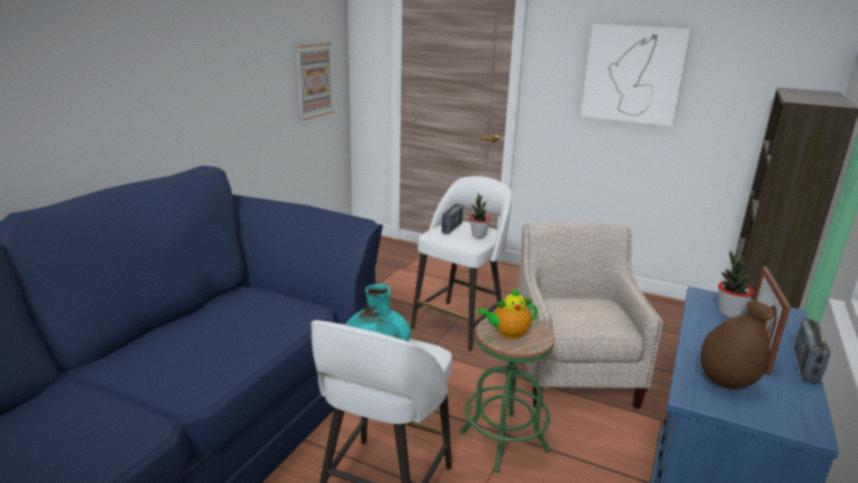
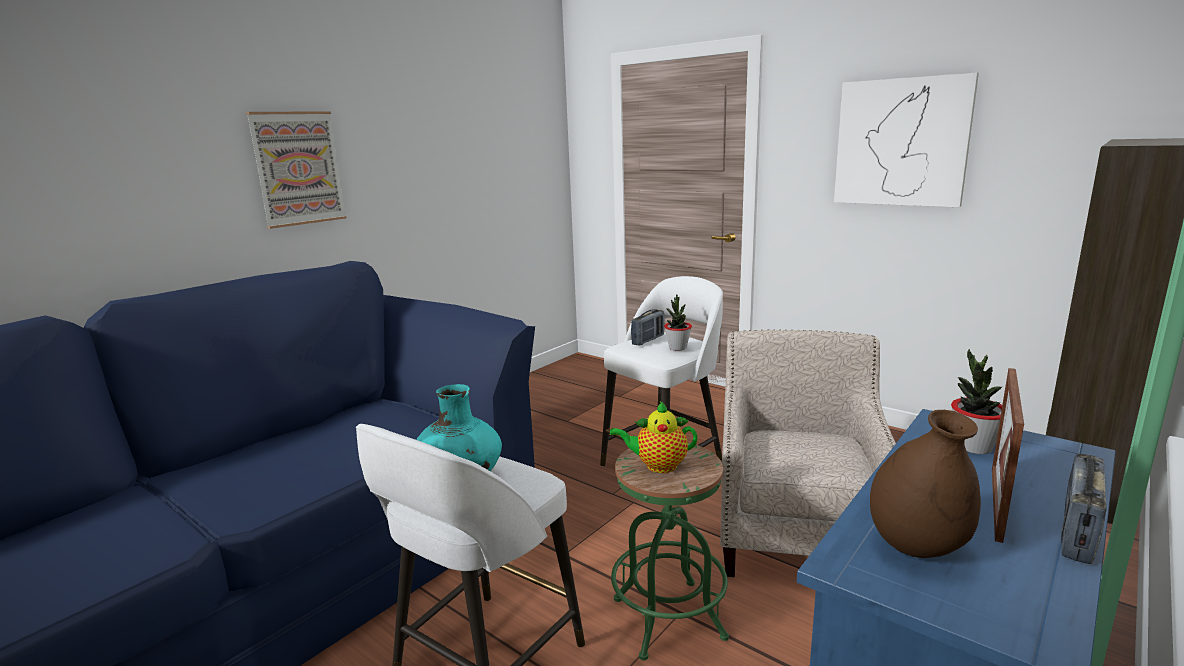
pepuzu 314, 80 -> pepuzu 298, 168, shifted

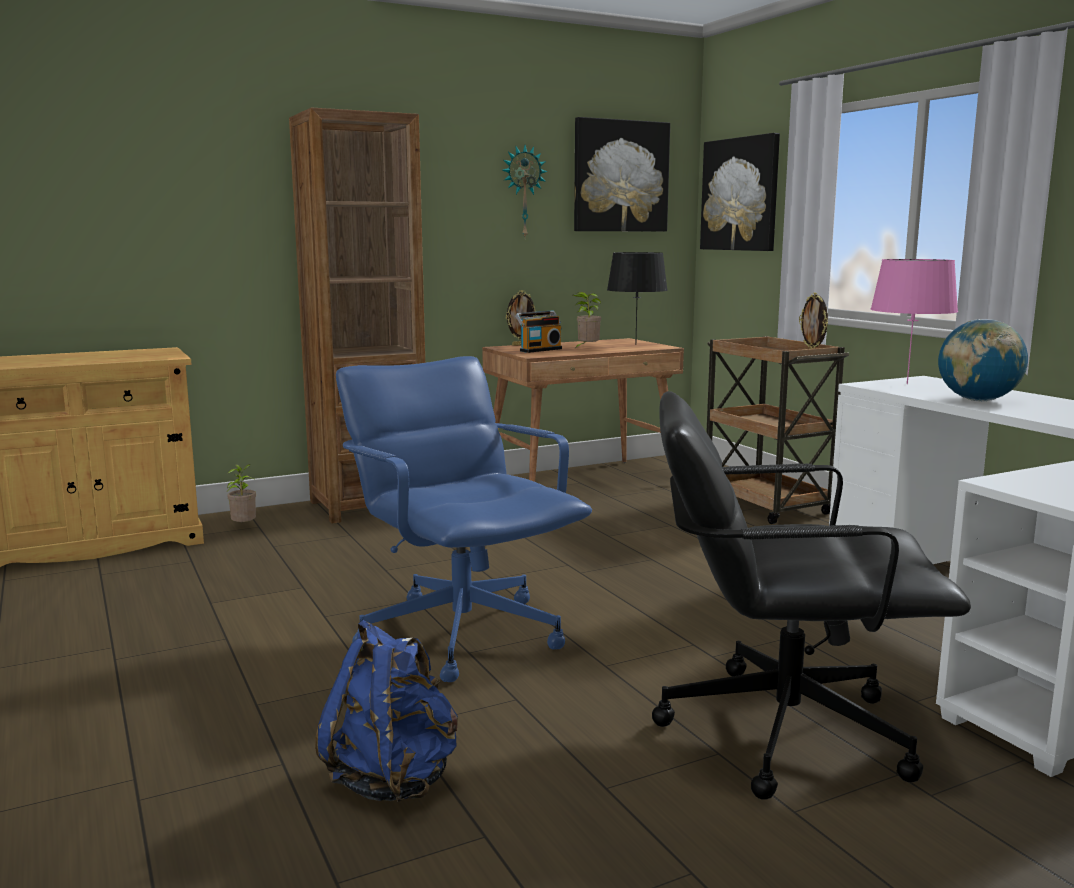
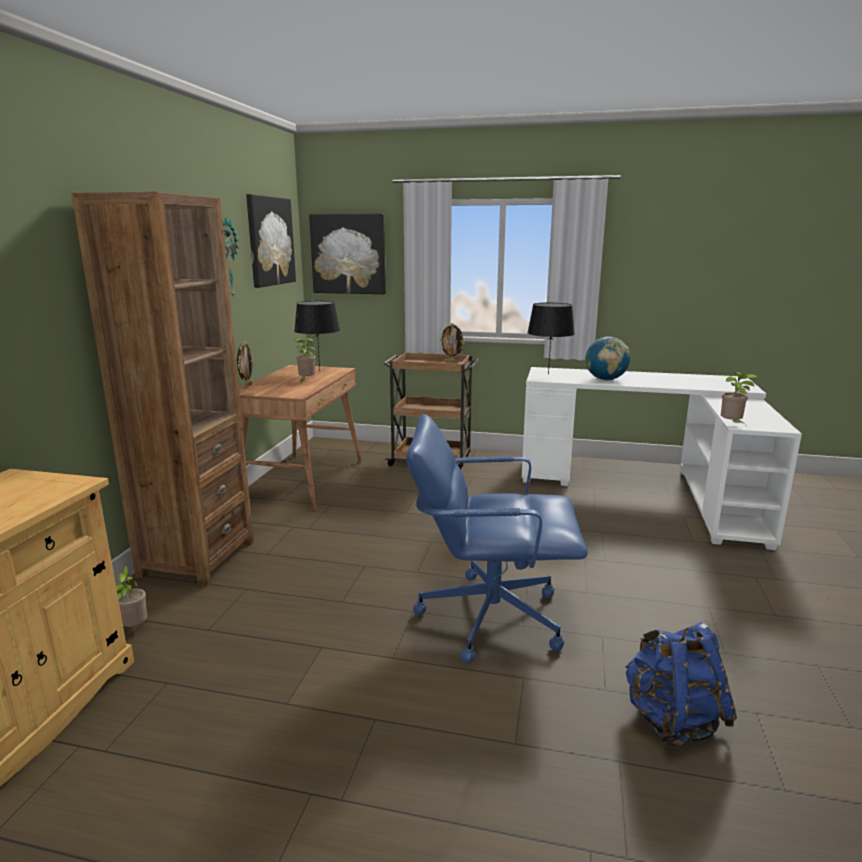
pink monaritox 907, 384 -> black monaritox 548, 374
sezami 539, 350 -> none
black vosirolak 781, 729 -> none
none -> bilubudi 732, 425

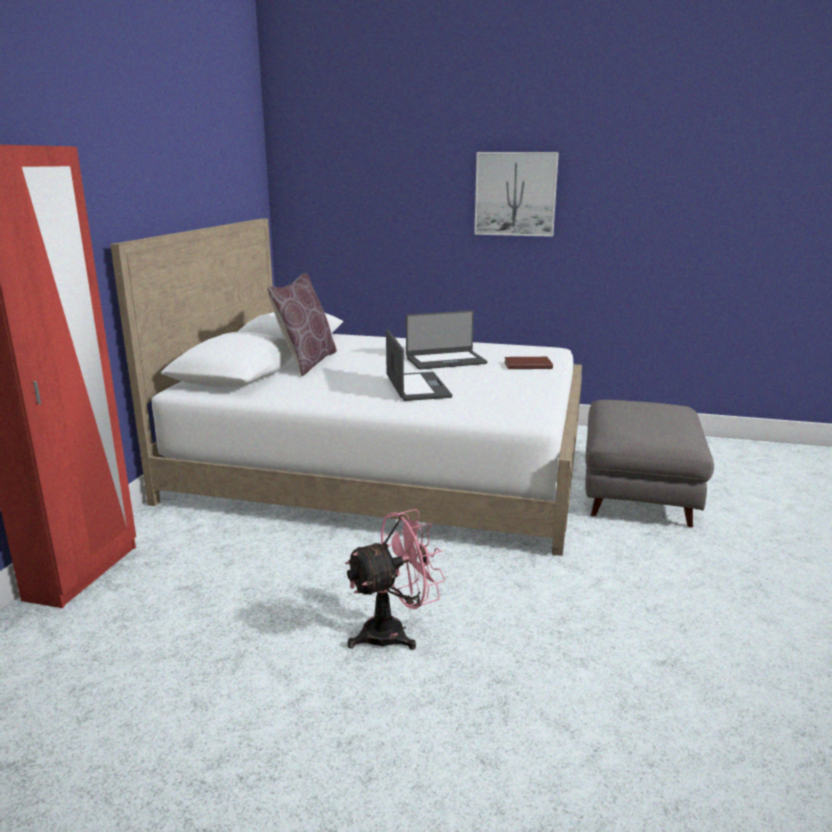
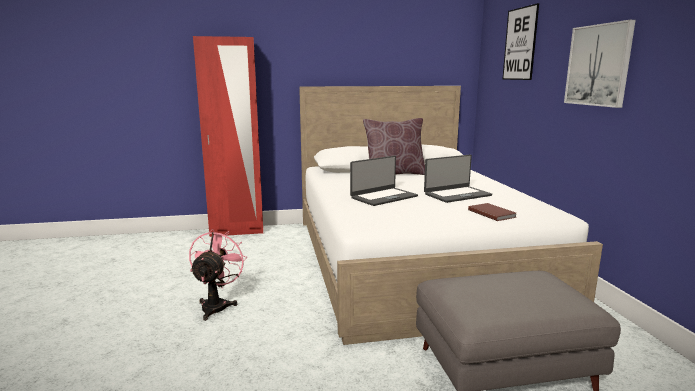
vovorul 445, 360 -> vovorul 457, 194, 75 degrees counterclockwise
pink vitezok 394, 632 -> pink vitezok 217, 305, 120 degrees counterclockwise
none -> pepuzu 520, 44

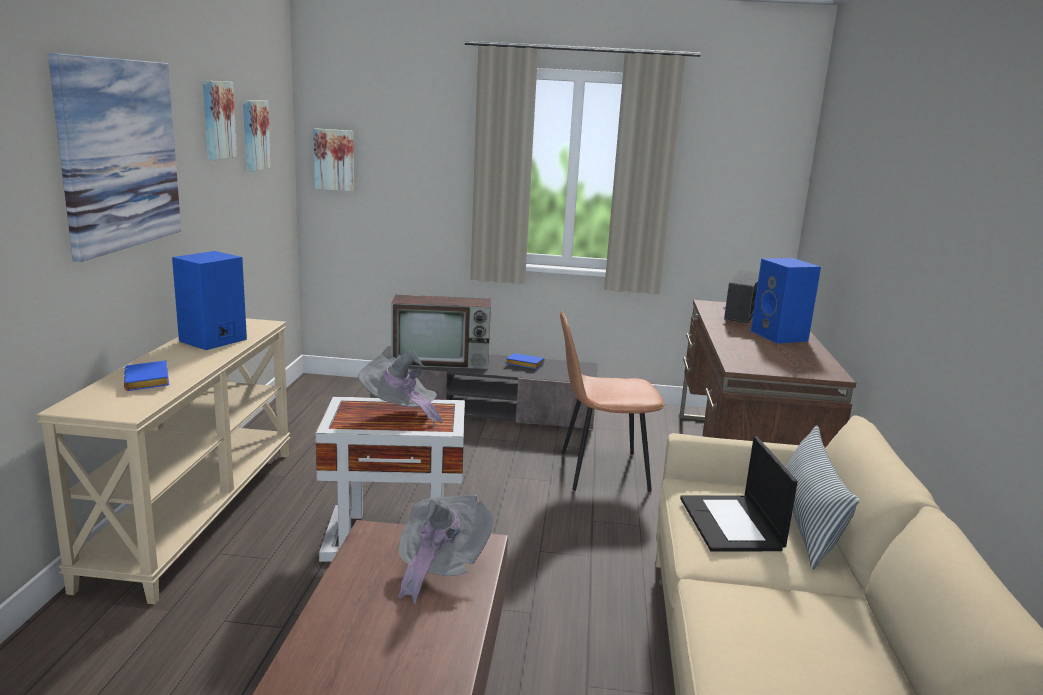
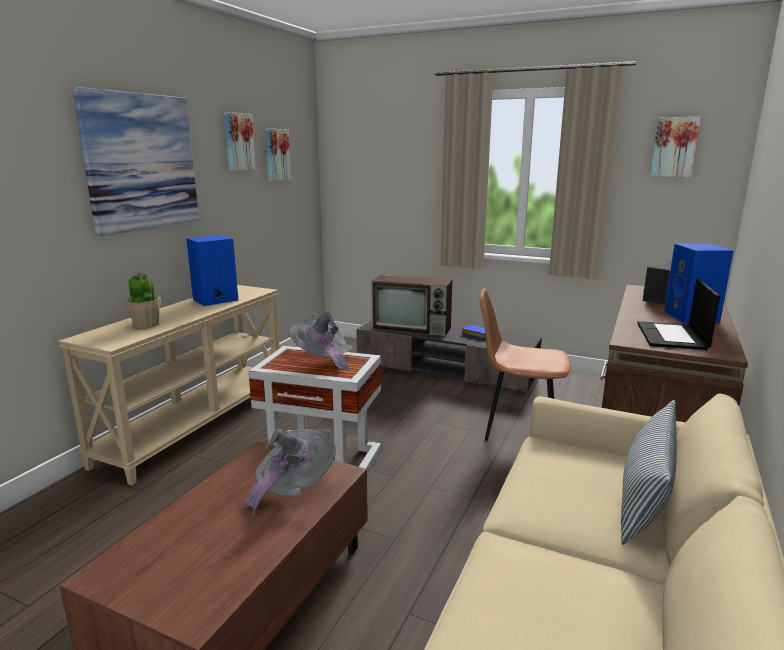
pepuzu 334, 159 -> pepuzu 674, 147, shifted
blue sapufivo 149, 381 -> bilubudi 146, 324
vovorul 732, 524 -> vovorul 672, 336, shifted

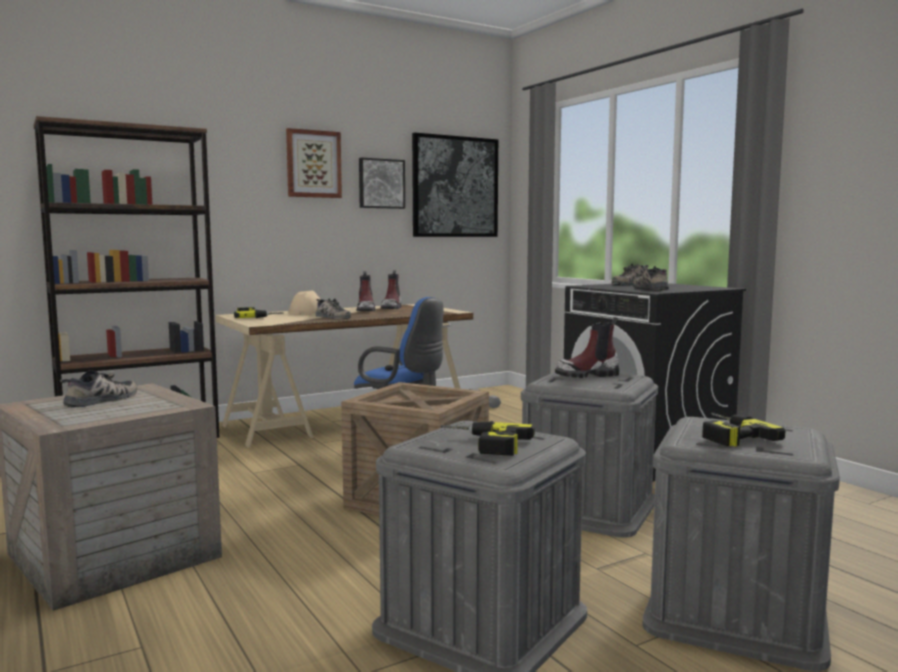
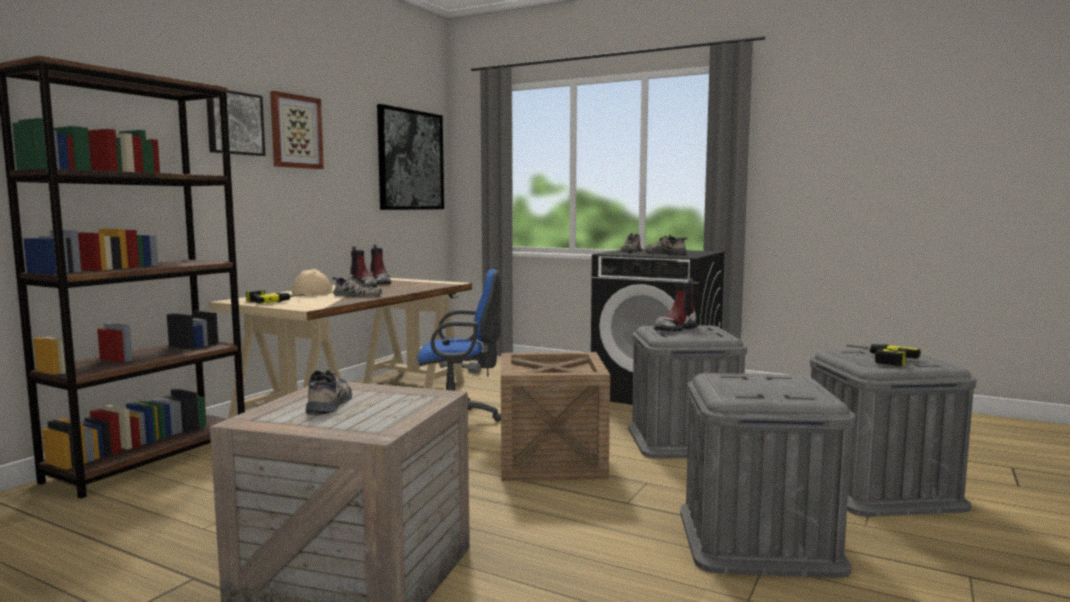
pepuzu 381, 183 -> pepuzu 234, 123, shifted
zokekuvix 482, 444 -> none

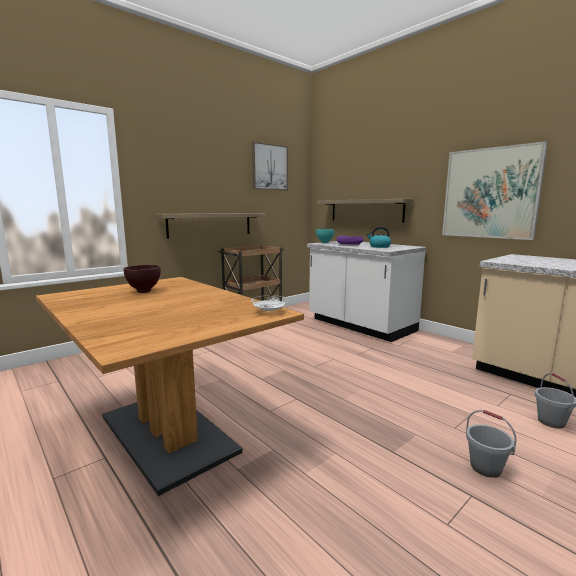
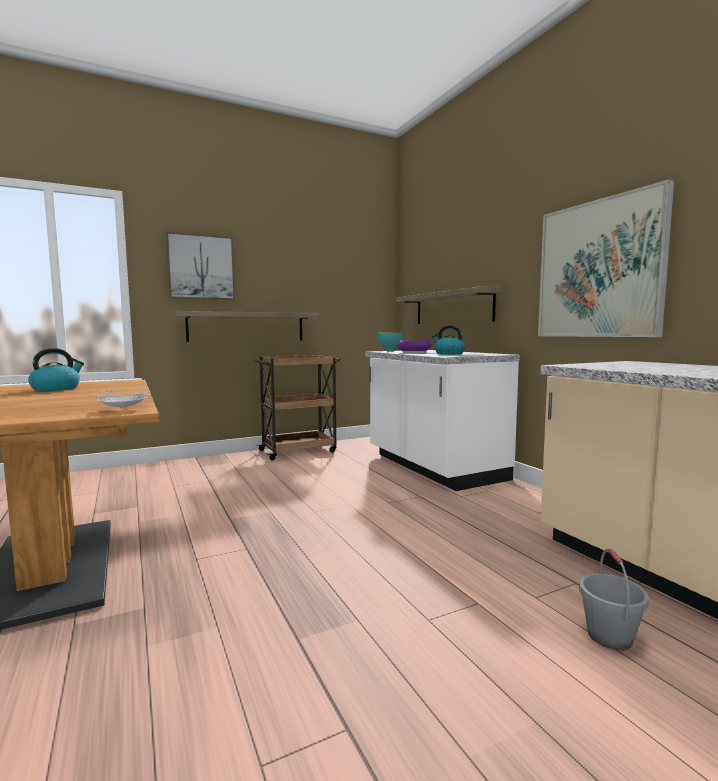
pepuzu 269, 167 -> pepuzu 201, 267, shifted
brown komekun 143, 292 -> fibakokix 56, 389
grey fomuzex 485, 467 -> none

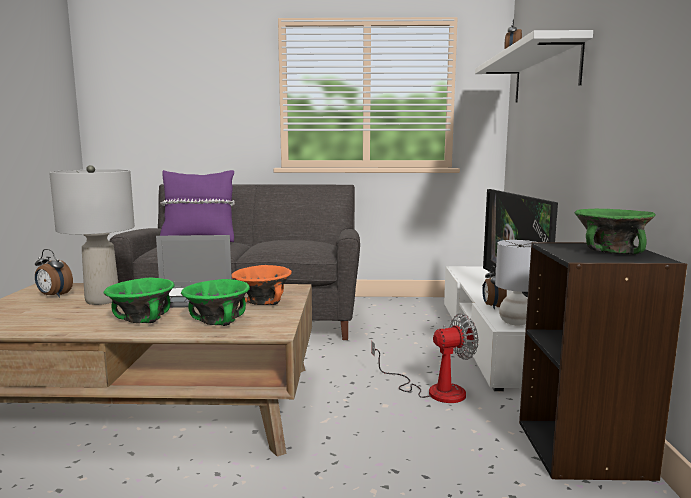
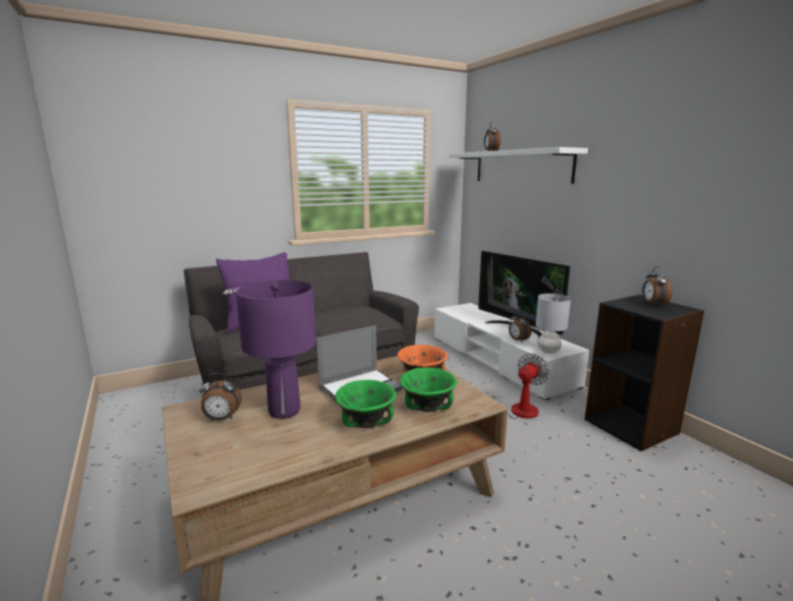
grey monaritox 103, 300 -> purple monaritox 284, 410
green komekun 611, 251 -> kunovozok 653, 304

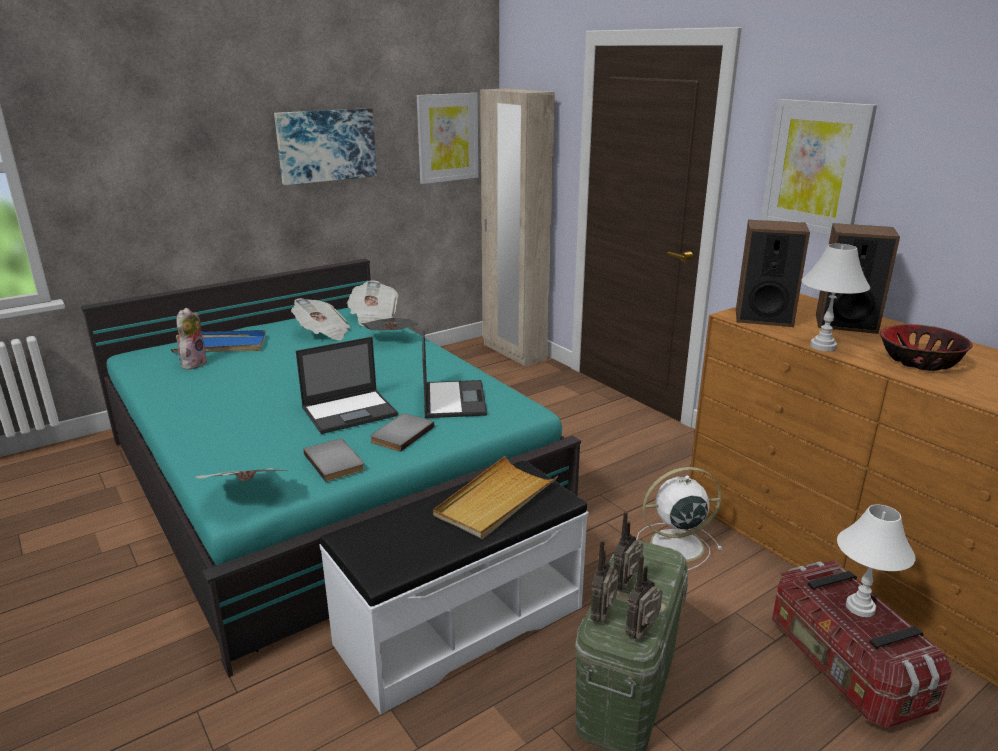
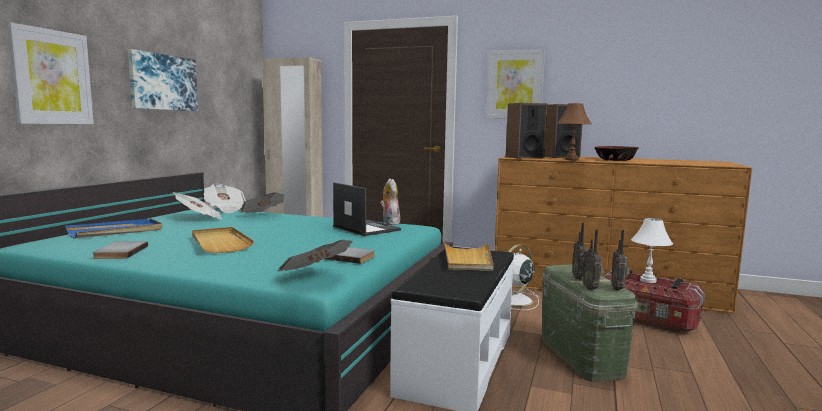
pepuzu 447, 138 -> pepuzu 52, 77, shifted
white monaritox 823, 346 -> brown monaritox 572, 159
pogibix 193, 363 -> pogibix 389, 223, shifted
vovorul 350, 411 -> none
grey sapufivo 400, 434 -> grey sapufivo 119, 252, shifted
none -> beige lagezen 220, 242

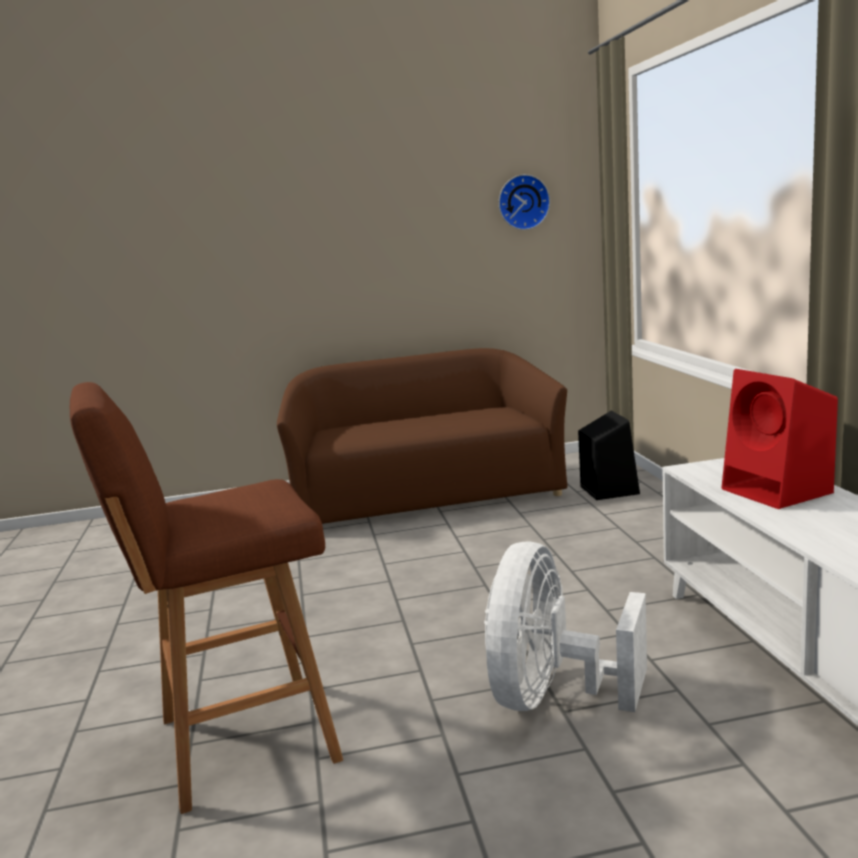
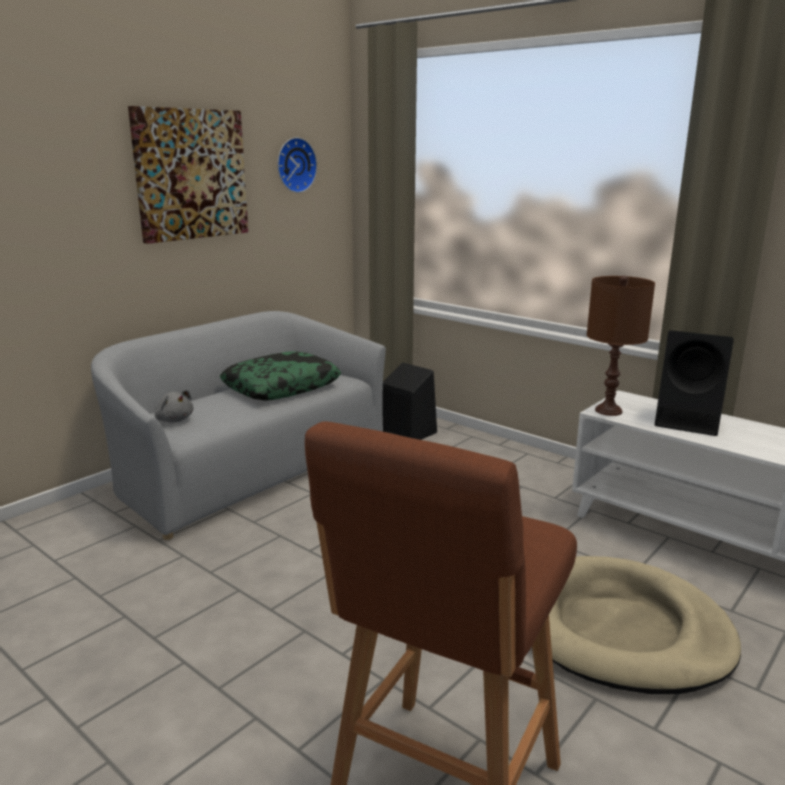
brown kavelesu 424, 495 -> grey kavelesu 247, 468
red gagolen 779, 491 -> black gagolen 690, 421
white vitezok 552, 697 -> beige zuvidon 620, 630
none -> pepuzu 190, 174
none -> brown monaritox 609, 411
none -> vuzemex 281, 387
none -> grey pogibix 174, 420

